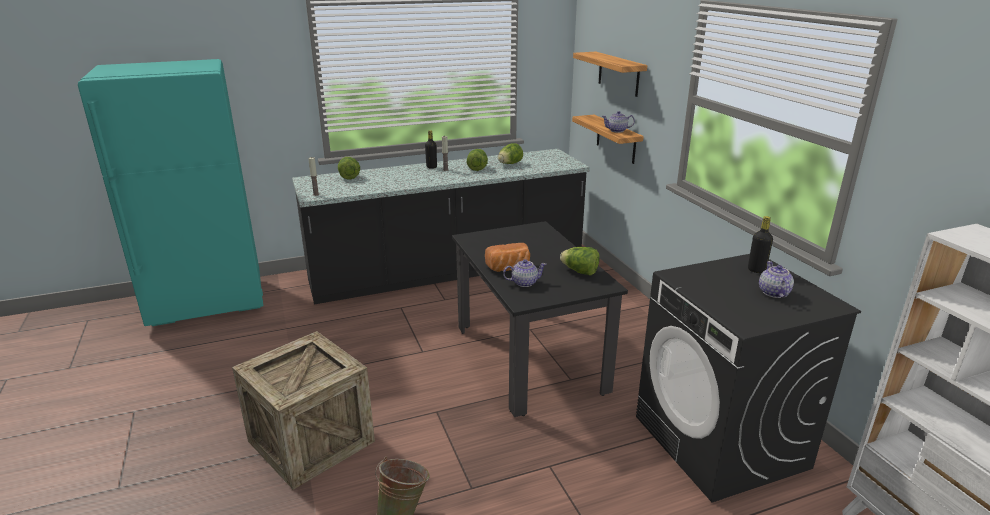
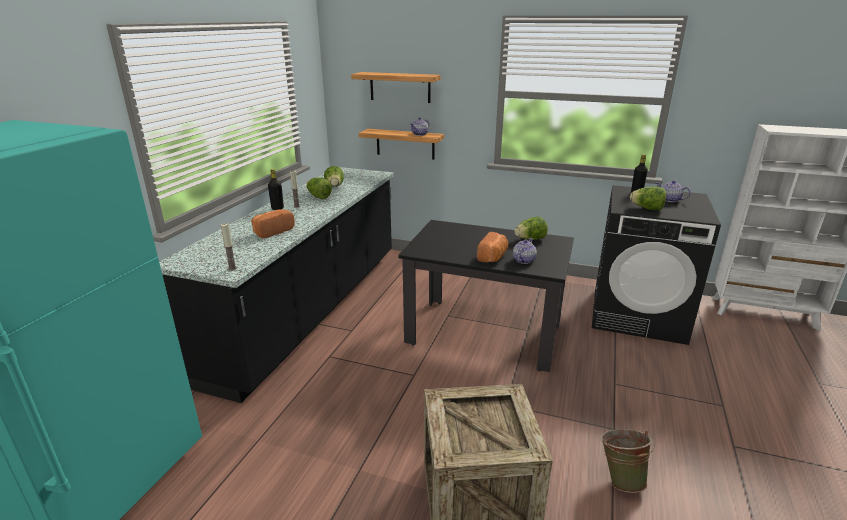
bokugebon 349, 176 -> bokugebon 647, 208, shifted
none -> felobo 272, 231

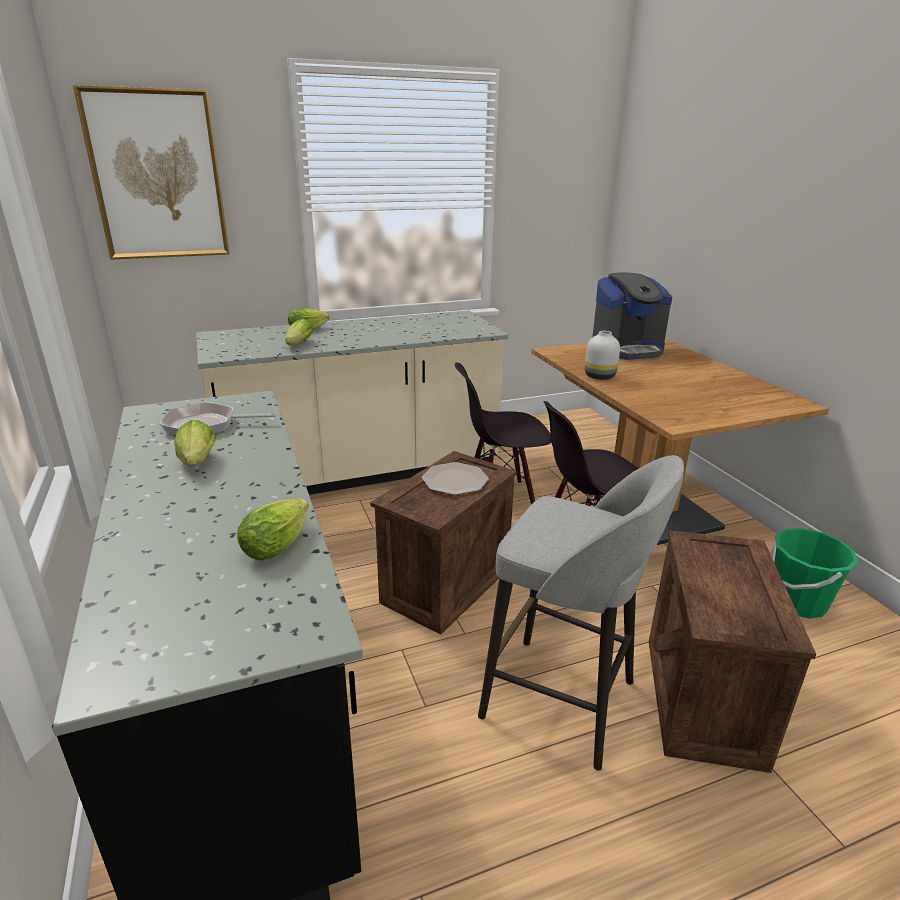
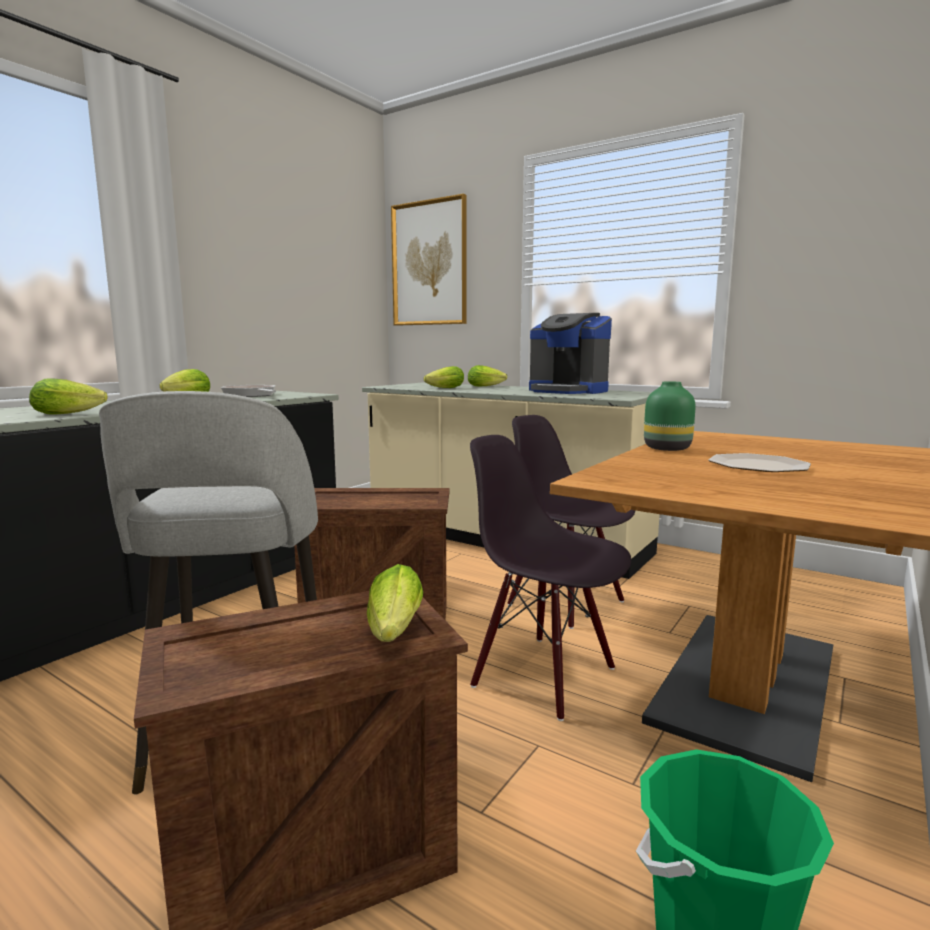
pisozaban 627, 349 -> pisozaban 567, 391, shifted
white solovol 599, 376 -> green solovol 668, 449
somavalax 455, 480 -> somavalax 758, 466, shifted
none -> bokugebon 393, 633

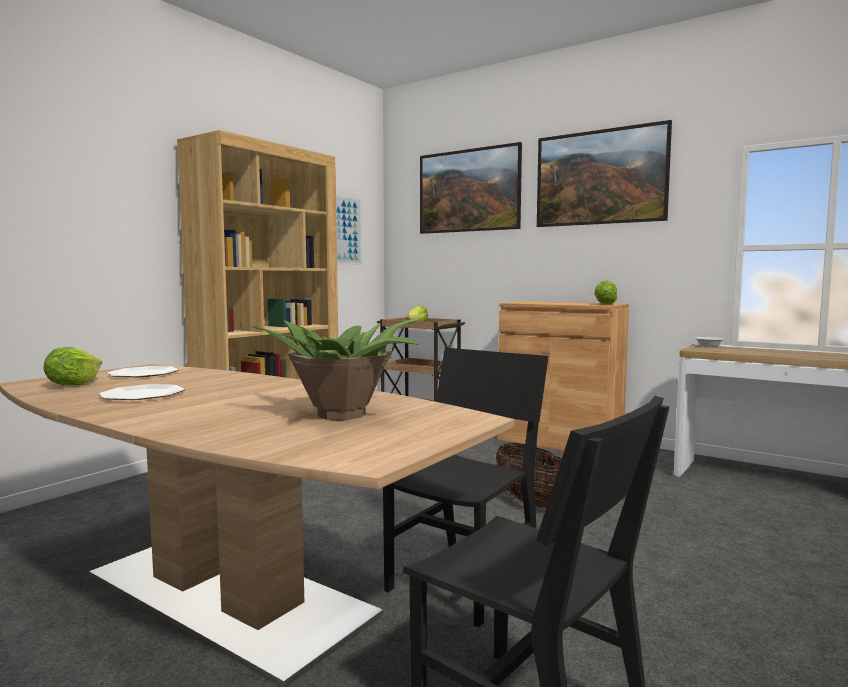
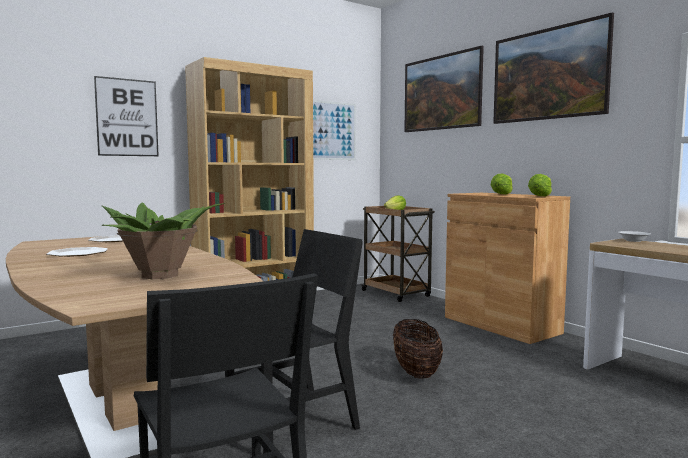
bokugebon 73, 385 -> bokugebon 502, 194, shifted
none -> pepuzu 127, 117

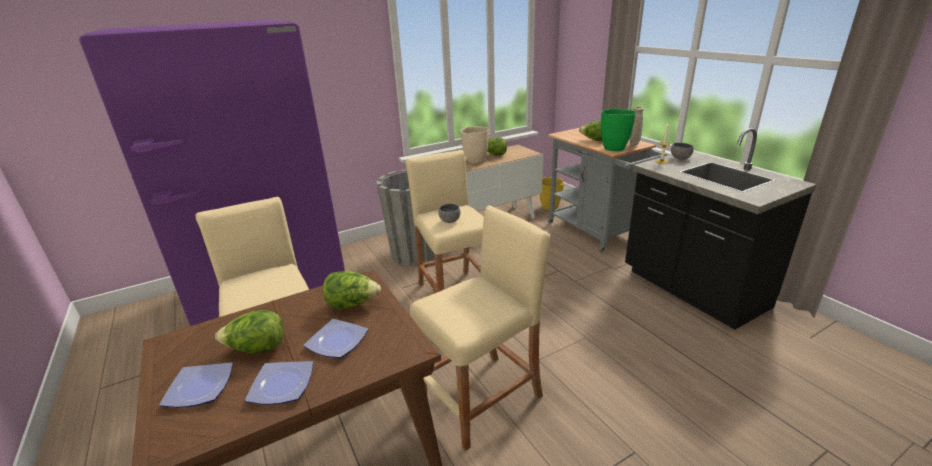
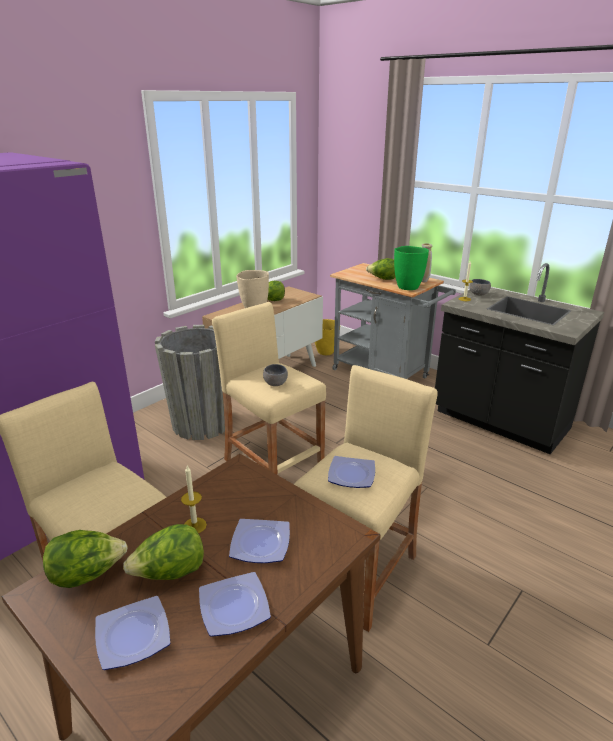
bokugebon 352, 305 -> bokugebon 87, 575, shifted
none -> somavalax 350, 475
none -> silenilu 194, 526

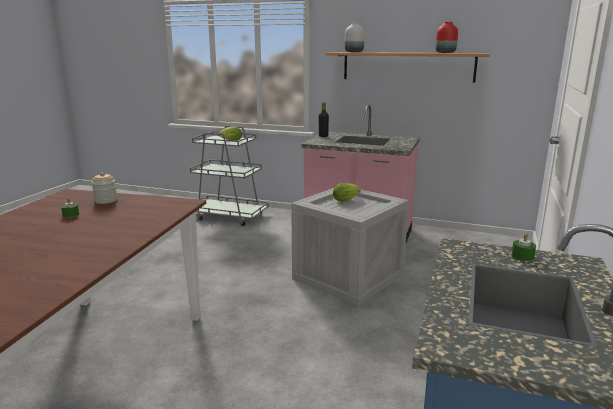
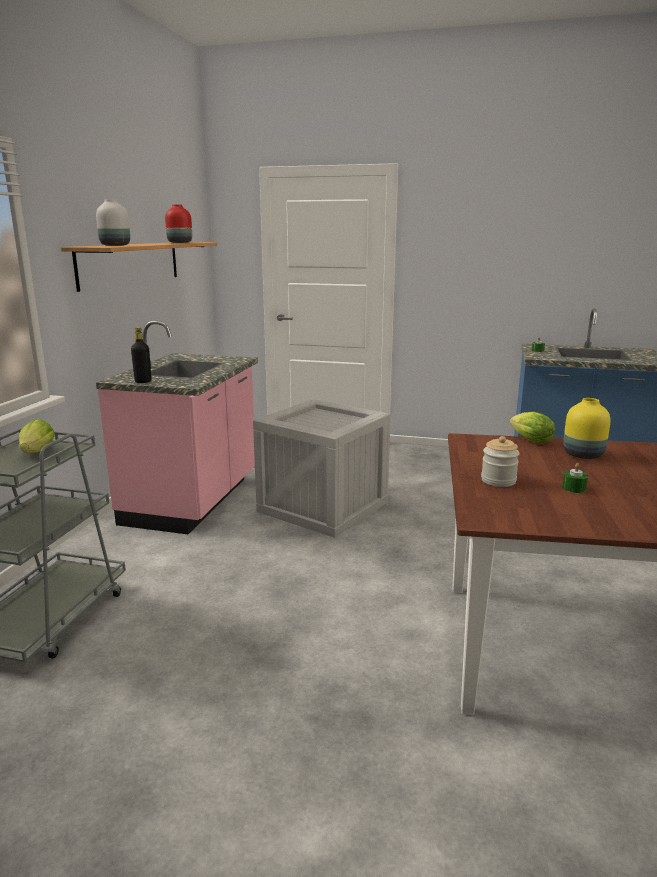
bokugebon 346, 200 -> bokugebon 528, 440, shifted
none -> yellow solovol 584, 455

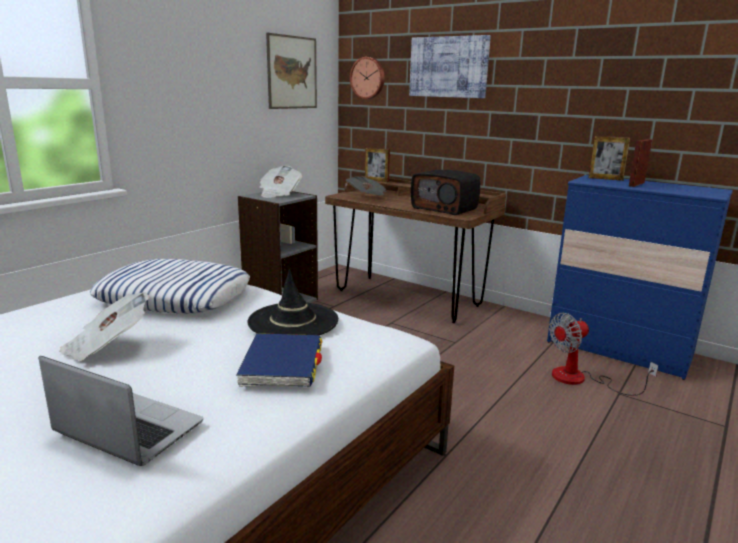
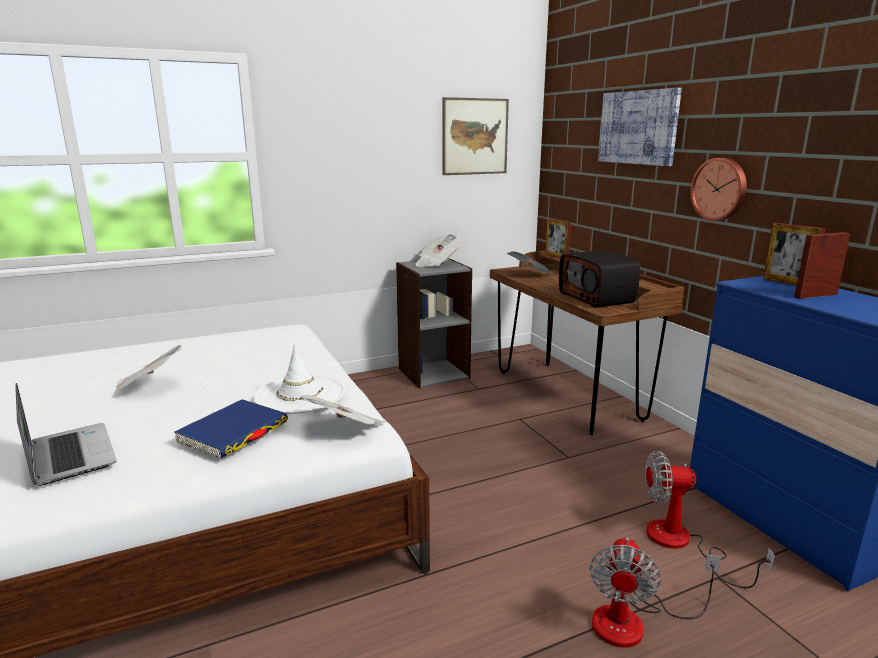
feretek 368, 78 -> feretek 720, 189, shifted
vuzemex 174, 297 -> none
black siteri 293, 321 -> white siteri 300, 395
none -> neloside 346, 430
none -> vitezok 634, 622

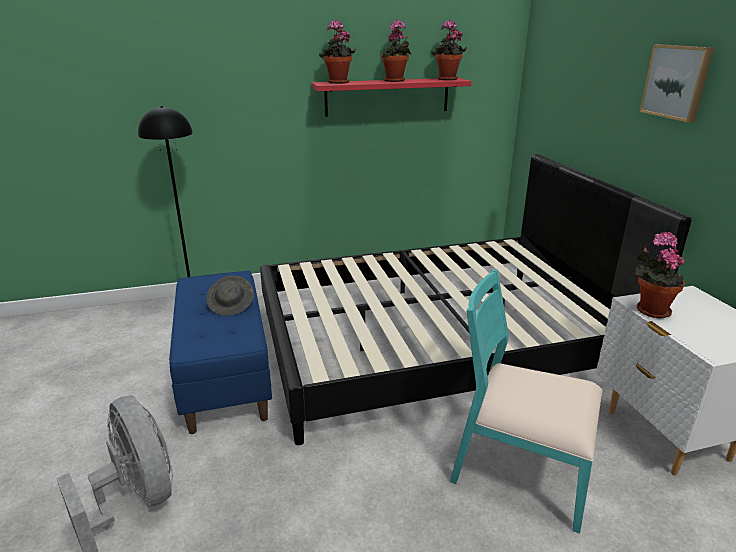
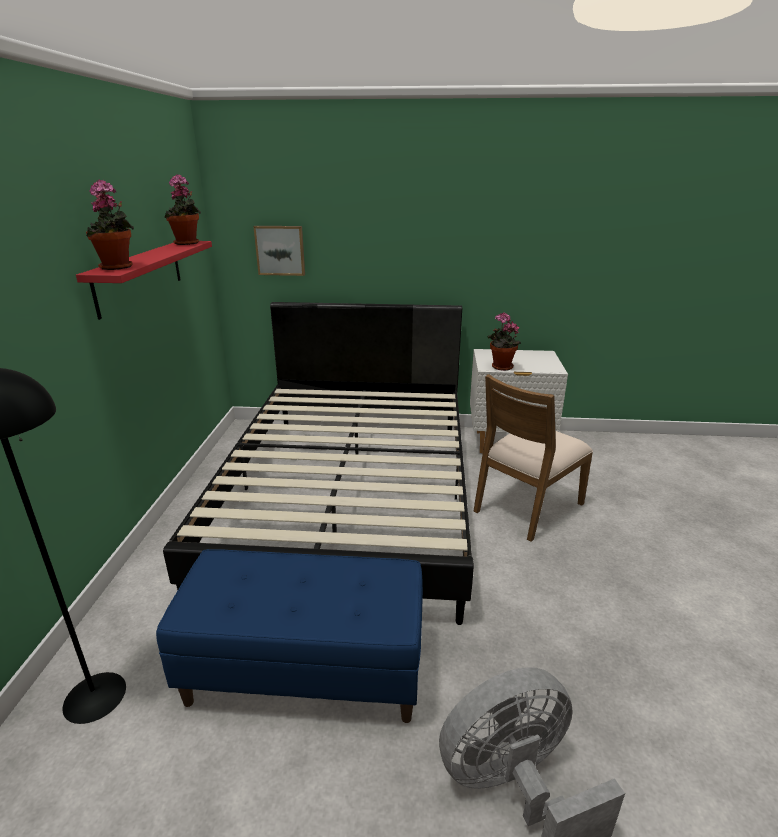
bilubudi 395, 81 -> none
pepuzu 677, 82 -> pepuzu 280, 250, shifted
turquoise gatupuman 520, 470 -> brown gatupuman 526, 506
grey siteri 232, 305 -> none

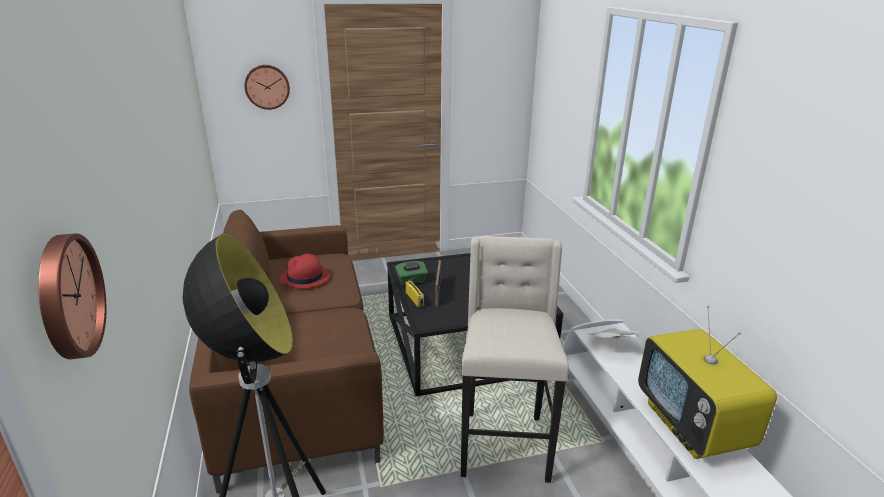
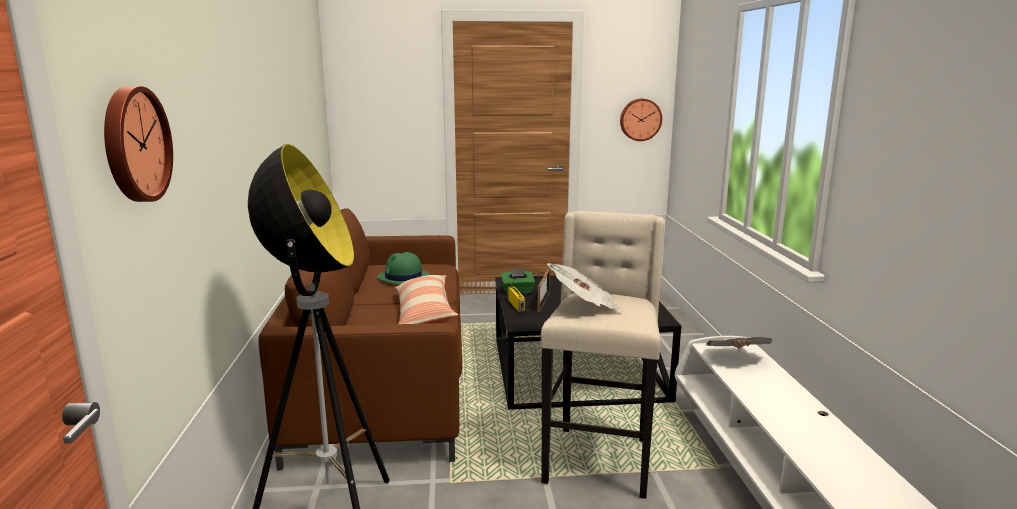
feretek 267, 86 -> feretek 640, 119, shifted
red siteri 304, 277 -> green siteri 403, 277
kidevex 693, 426 -> none
none -> neloside 585, 306
none -> vuzemex 423, 314

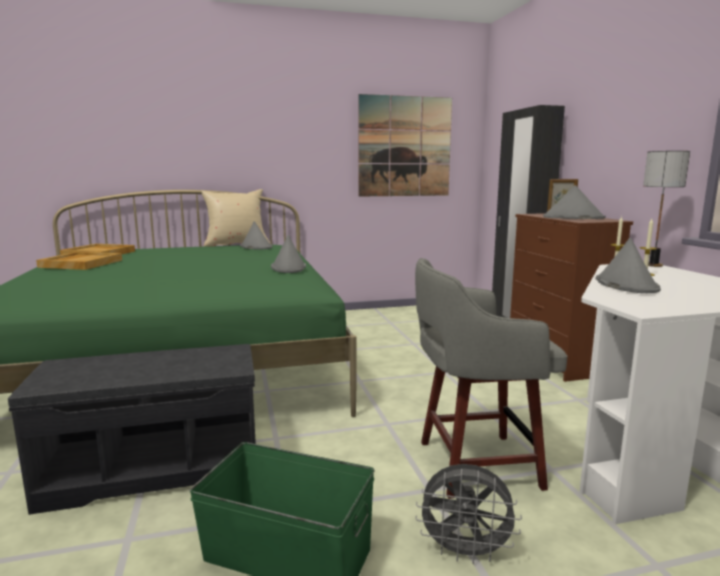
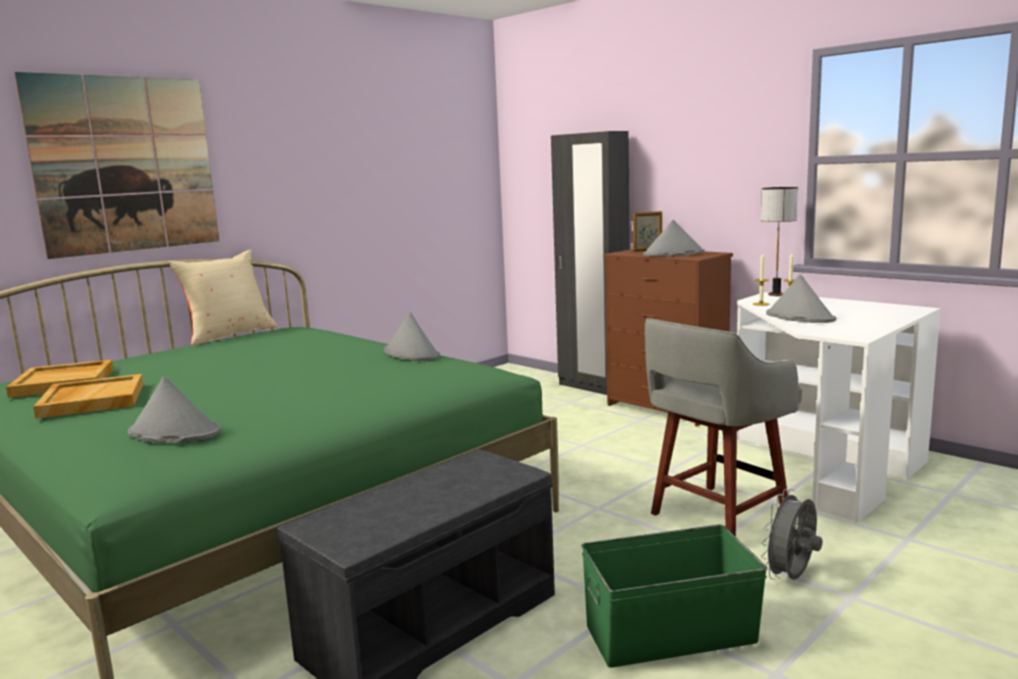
pepuzu 404, 147 -> pepuzu 126, 165, shifted
grey siteri 255, 247 -> grey siteri 173, 433, shifted
grey vitezok 465, 552 -> grey vitezok 791, 578, 150 degrees clockwise

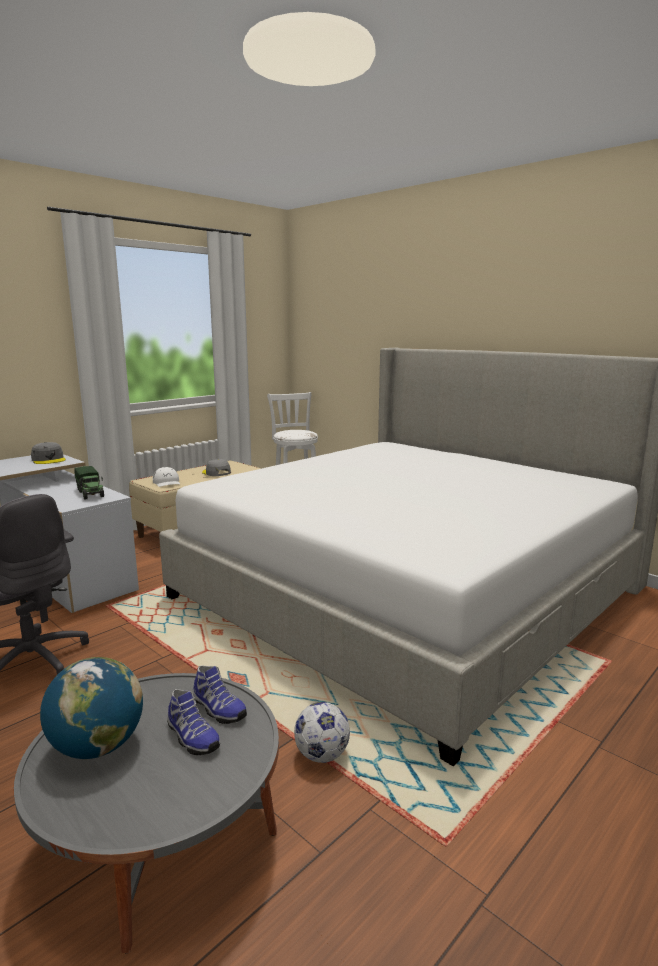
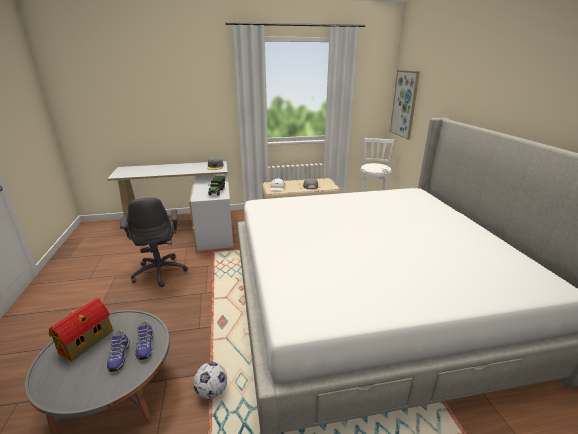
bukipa 97, 746 -> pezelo 88, 341
none -> pepuzu 404, 104

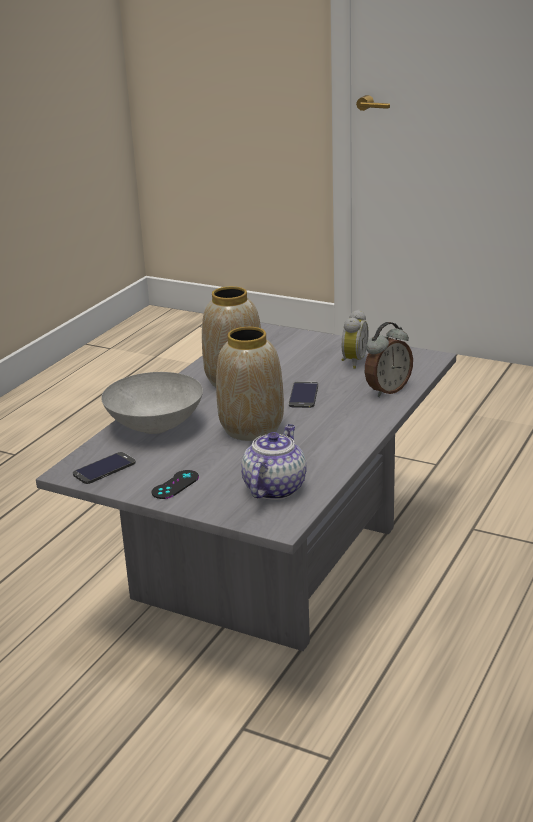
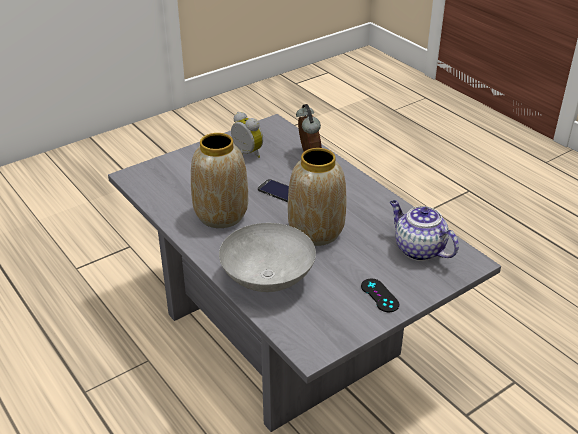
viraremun 104, 468 -> none

